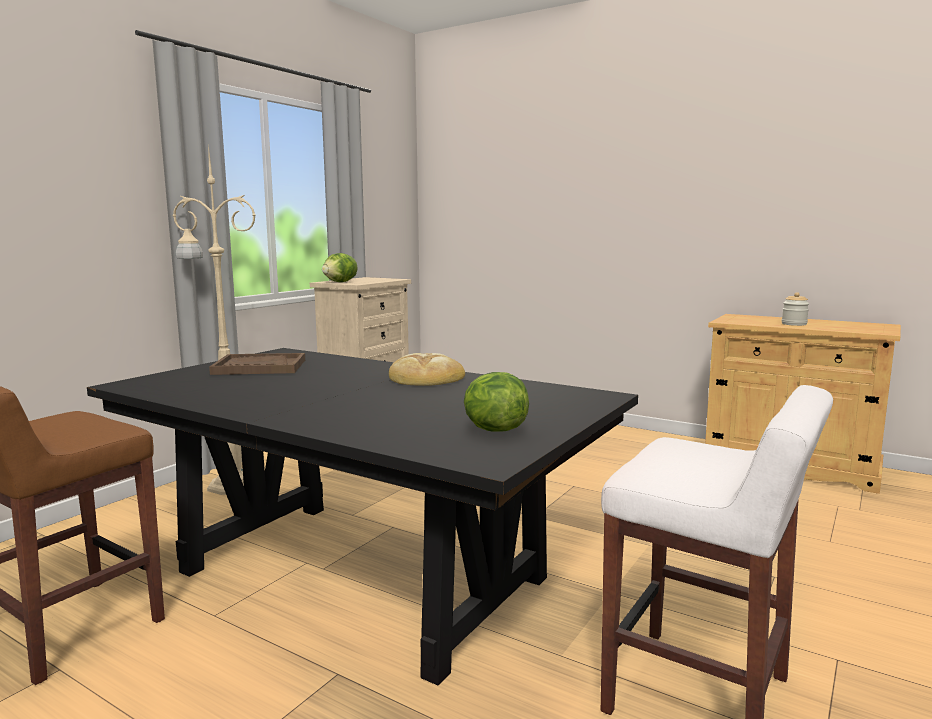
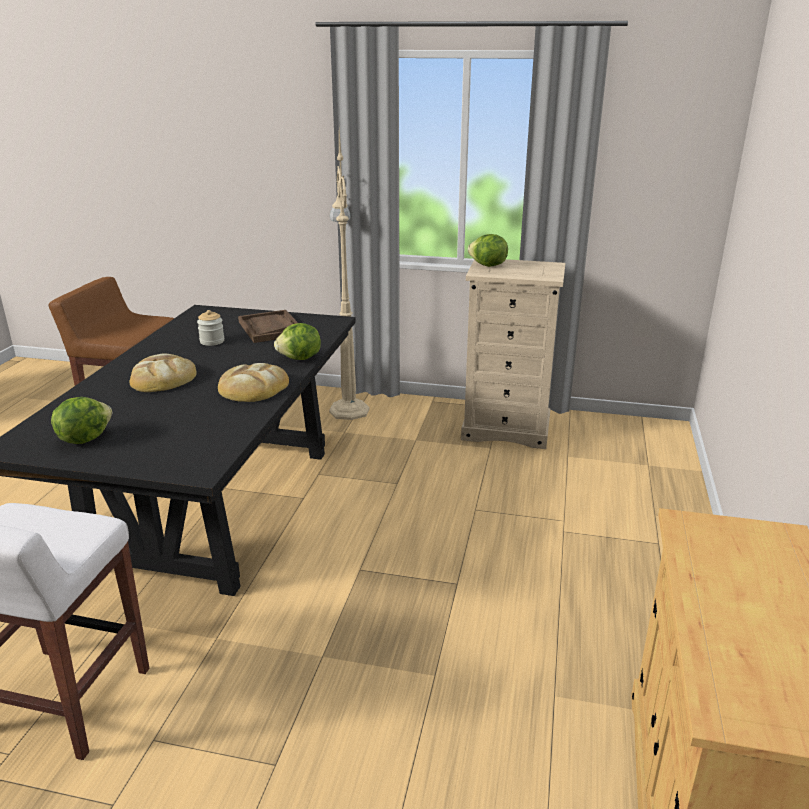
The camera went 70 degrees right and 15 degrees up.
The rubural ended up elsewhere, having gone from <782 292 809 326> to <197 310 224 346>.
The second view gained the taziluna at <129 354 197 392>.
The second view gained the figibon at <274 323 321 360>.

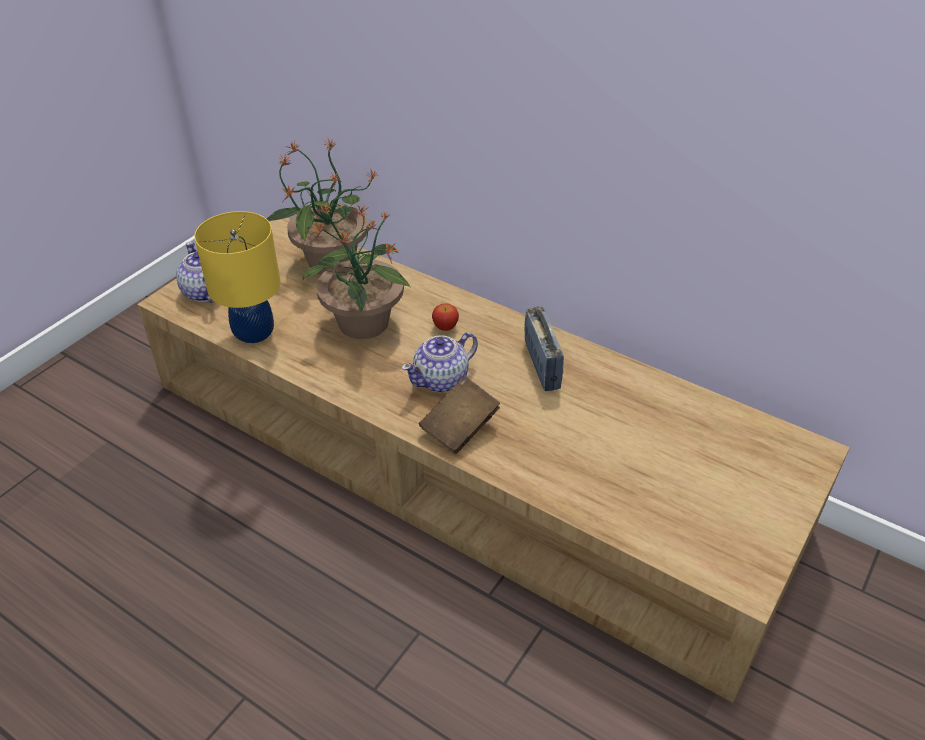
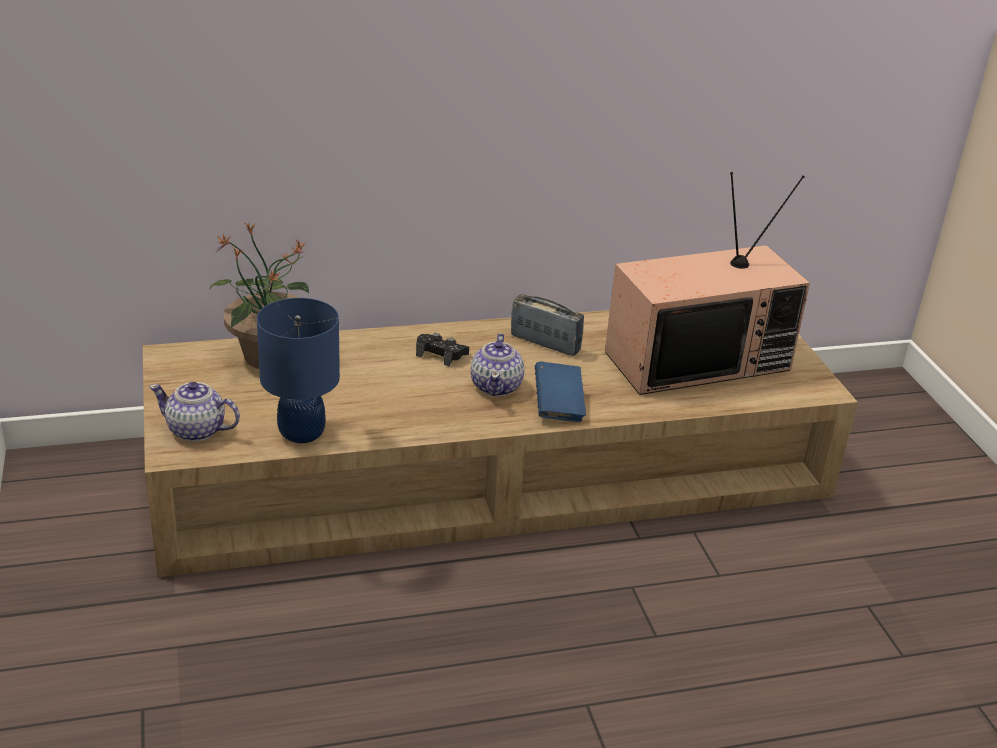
The camera went 50 degrees left and 10 degrees down.
What was the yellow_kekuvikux at <194 211 281 343> turned into the blue_kekuvikux at <257 298 340 444>.
The second view lost the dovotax at <302 201 410 339>.
What was the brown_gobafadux at <419 376 500 454> turned into the blue_gobafadux at <535 362 586 422>.
Where the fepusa stood at <432 303 459 331>, the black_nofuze came to stand at <416 333 469 367>.
The second view gained the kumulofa at <605 172 810 395>.

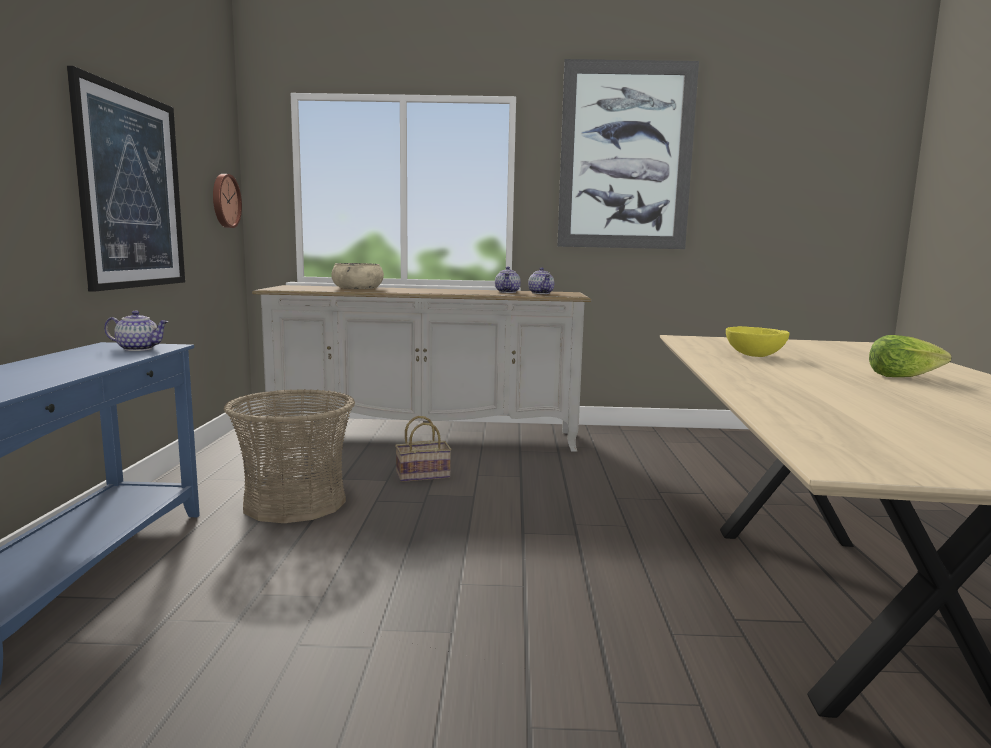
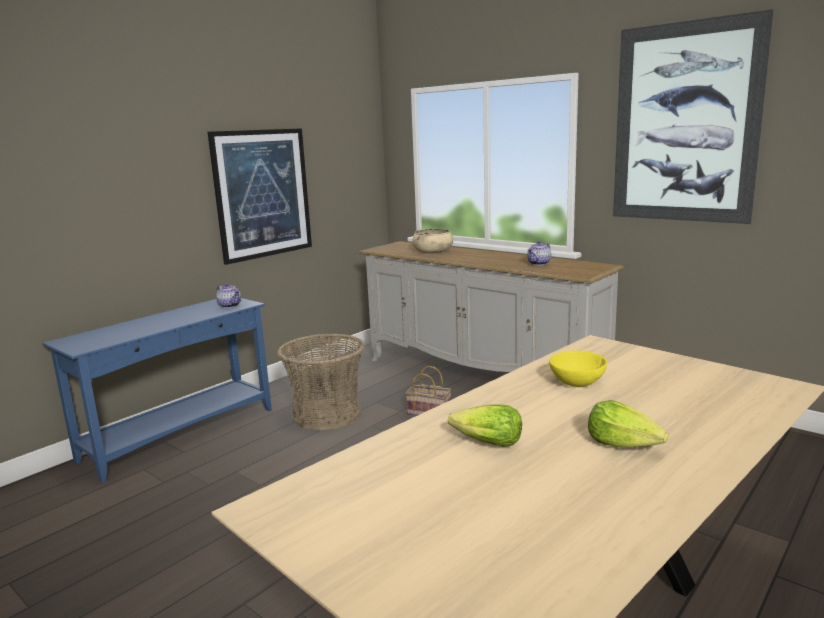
The camera went 40 degrees right and 5 degrees up.
The second view lost the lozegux at <213 174 242 228>.
The second view lost the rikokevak at <528 267 554 294>.
The second view gained the figibon at <448 404 522 447>.

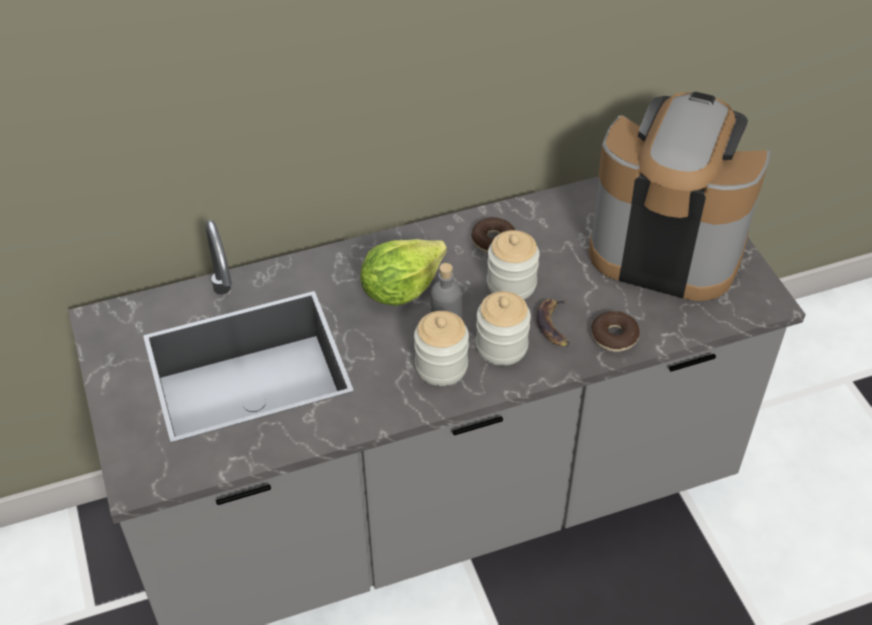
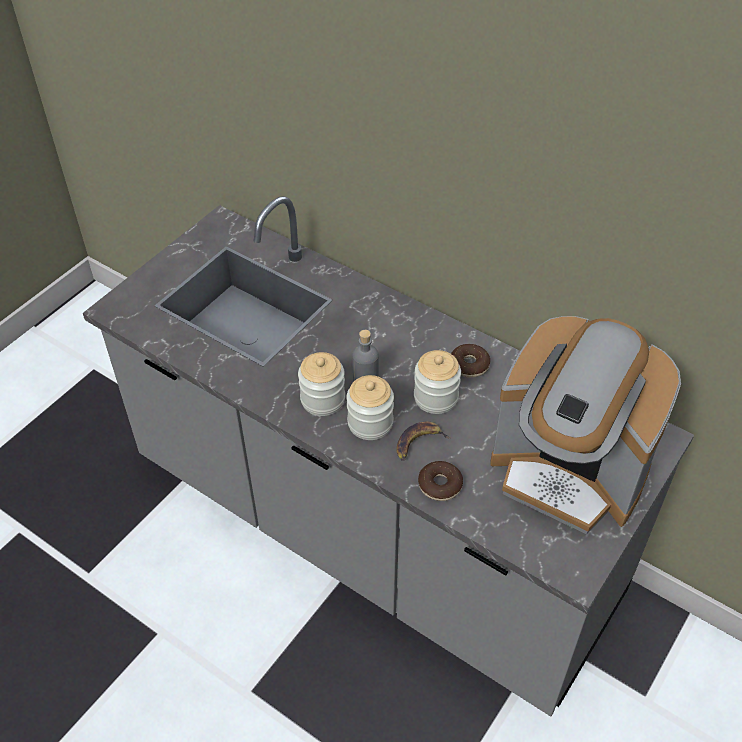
The camera went 55 degrees right and 0 degrees up.
The second view lost the figibon at <360 239 447 306>.
The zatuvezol at <589 92 770 301> ended up facing another way, 135 degrees clockwise from before.

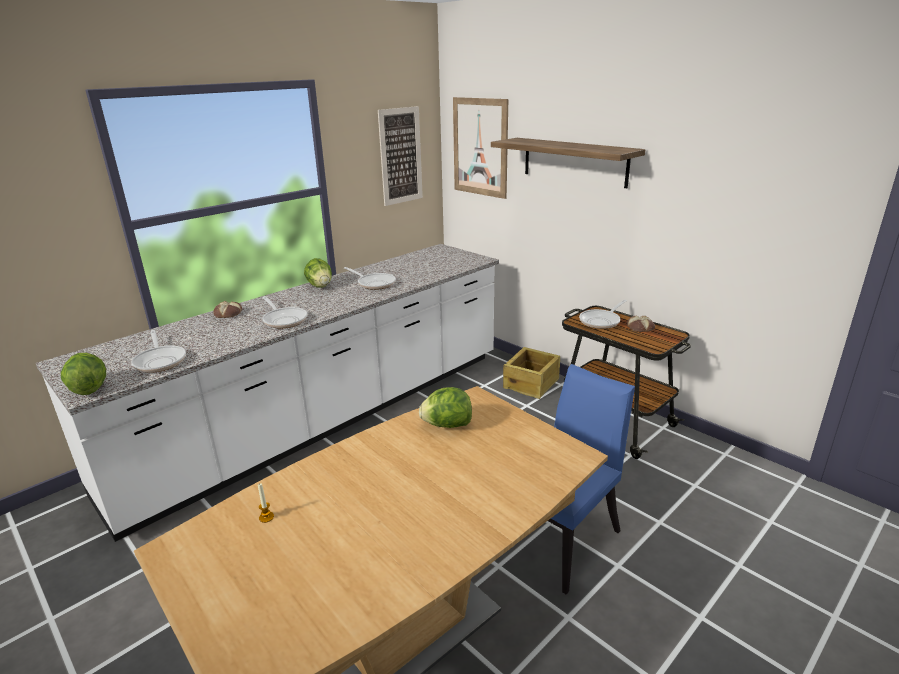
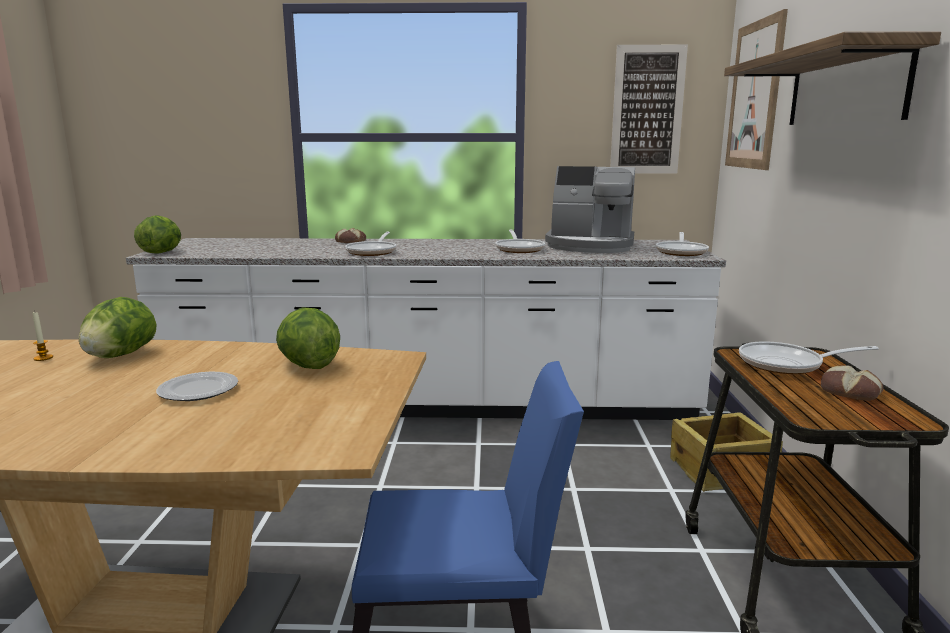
The camera went 45 degrees right and 10 degrees down.
The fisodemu ended up elsewhere, having gone from <131 330 186 373> to <656 232 709 256>.
The figibon ended up elsewhere, having gone from <304 258 332 288> to <79 297 156 358>.
The second view gained the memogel at <156 372 238 401>.
The second view gained the zatuvezol at <545 166 635 253>.

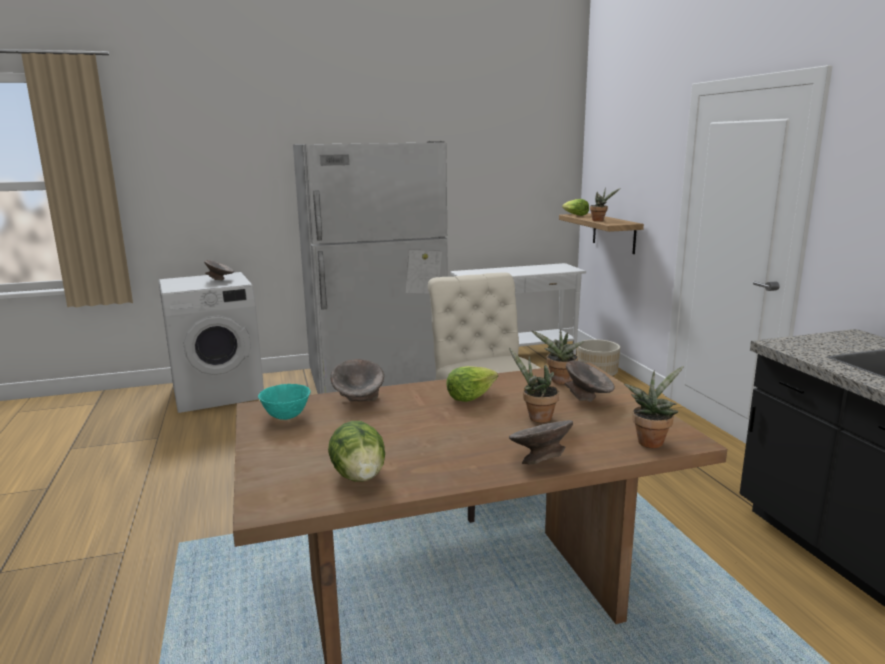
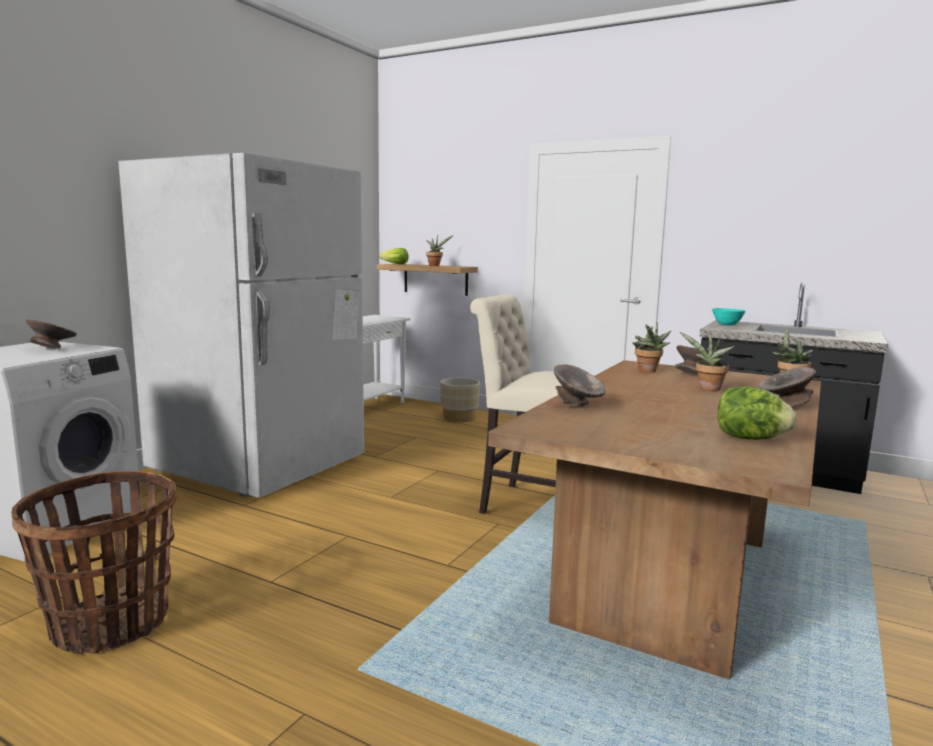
The camera went 45 degrees left and 5 degrees down.
The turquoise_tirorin ended up elsewhere, having gone from <258 384 310 420> to <712 308 745 325>.
The second view lost the figibon at <446 366 498 402>.
The second view gained the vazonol at <11 471 176 654>.

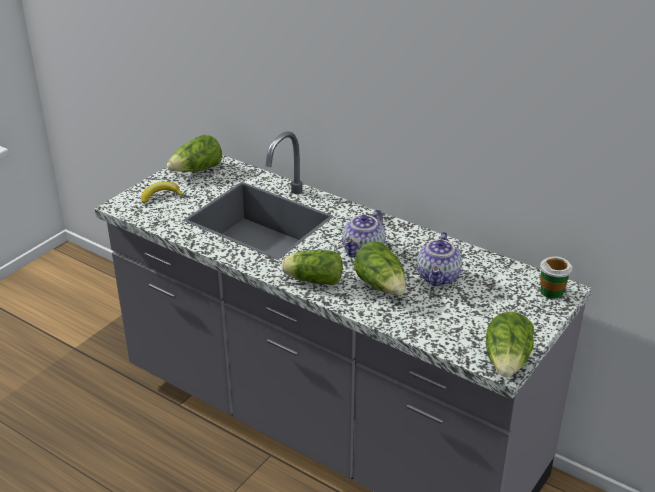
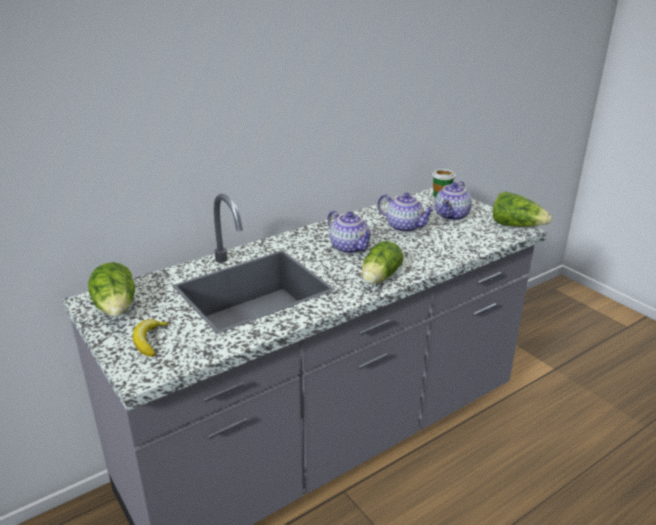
The camera went 70 degrees left and 5 degrees down.
The second view lost the figibon at <354 242 406 295>.
The second view gained the rikokevak at <435 181 472 221>.

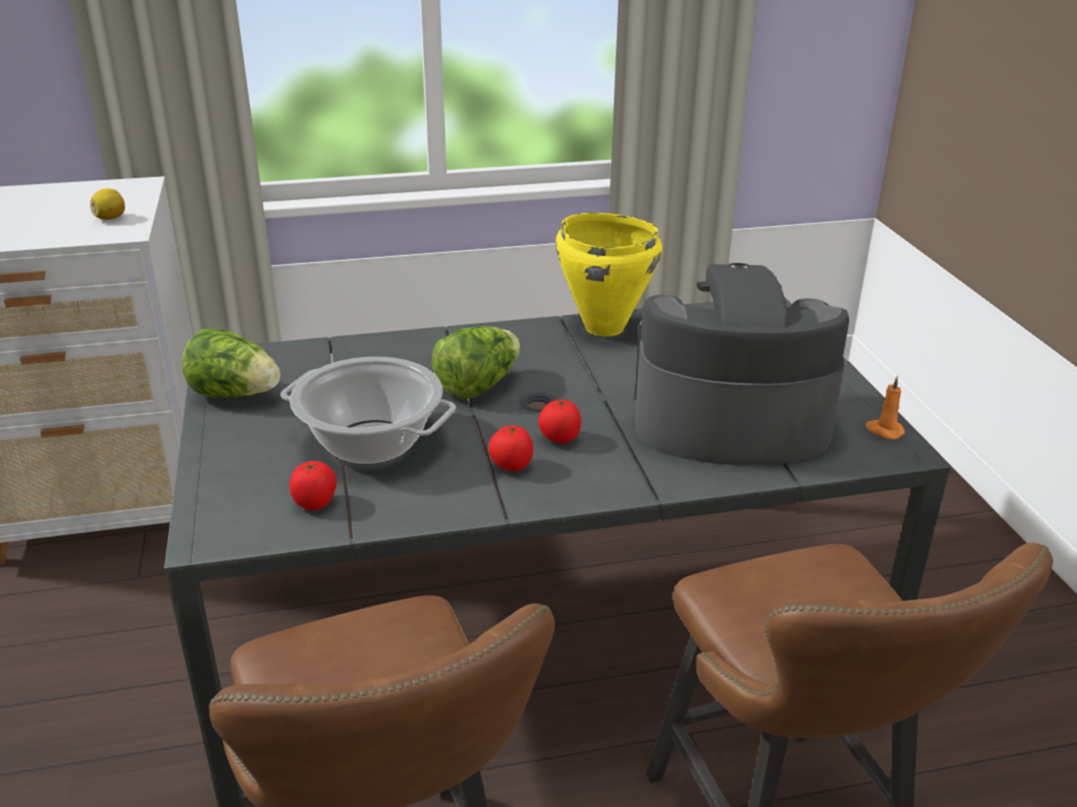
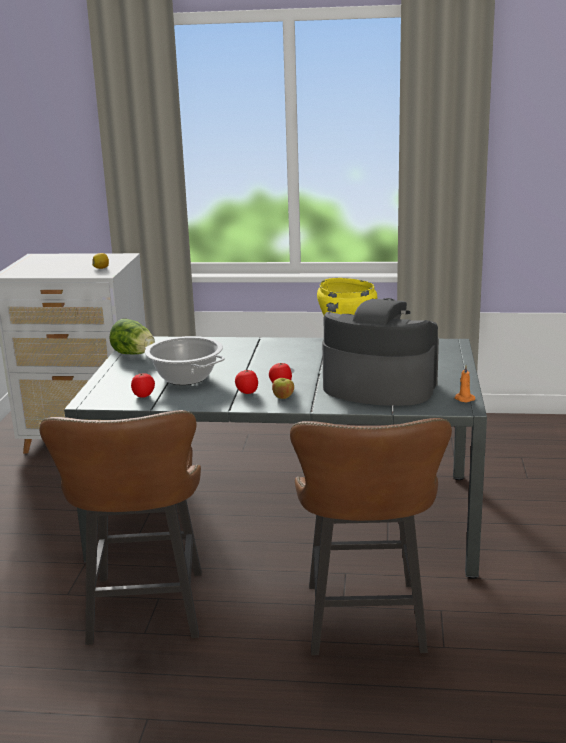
The camera went 20 degrees right and 10 degrees down.
The second view lost the figibon at <431 326 520 399>.
The second view gained the fepusa at <272 378 294 399>.

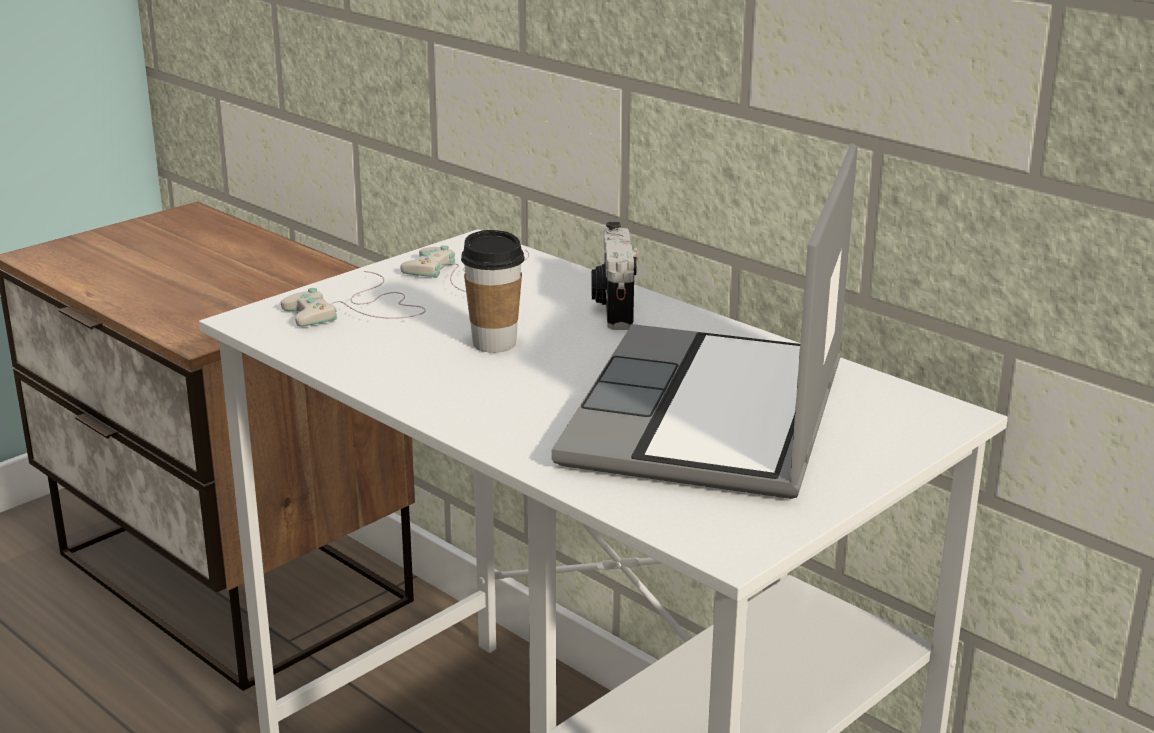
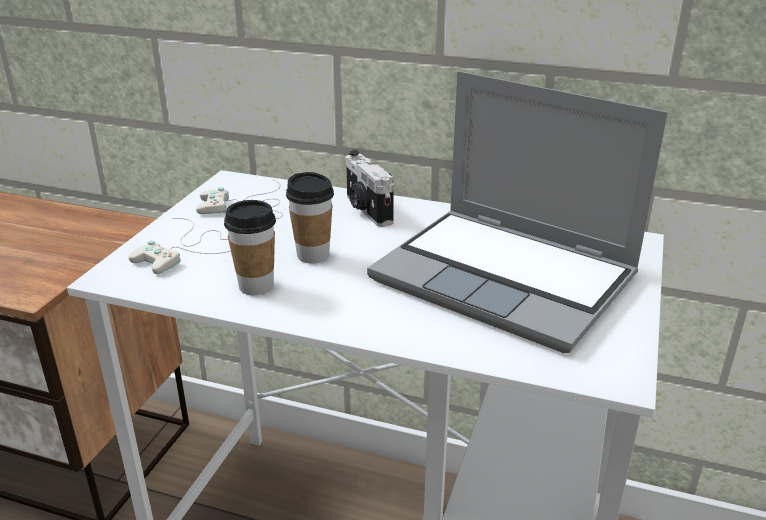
The camera went 25 degrees left and 5 degrees up.
The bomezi at <552 144 858 499> ended up facing another way, 45 degrees counterclockwise from before.
The second view gained the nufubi at <224 200 276 295>.

